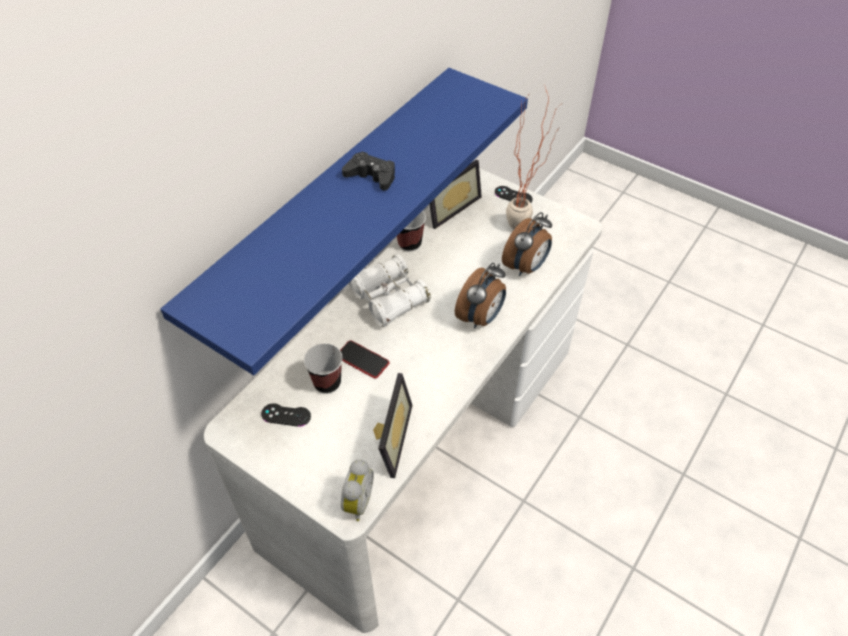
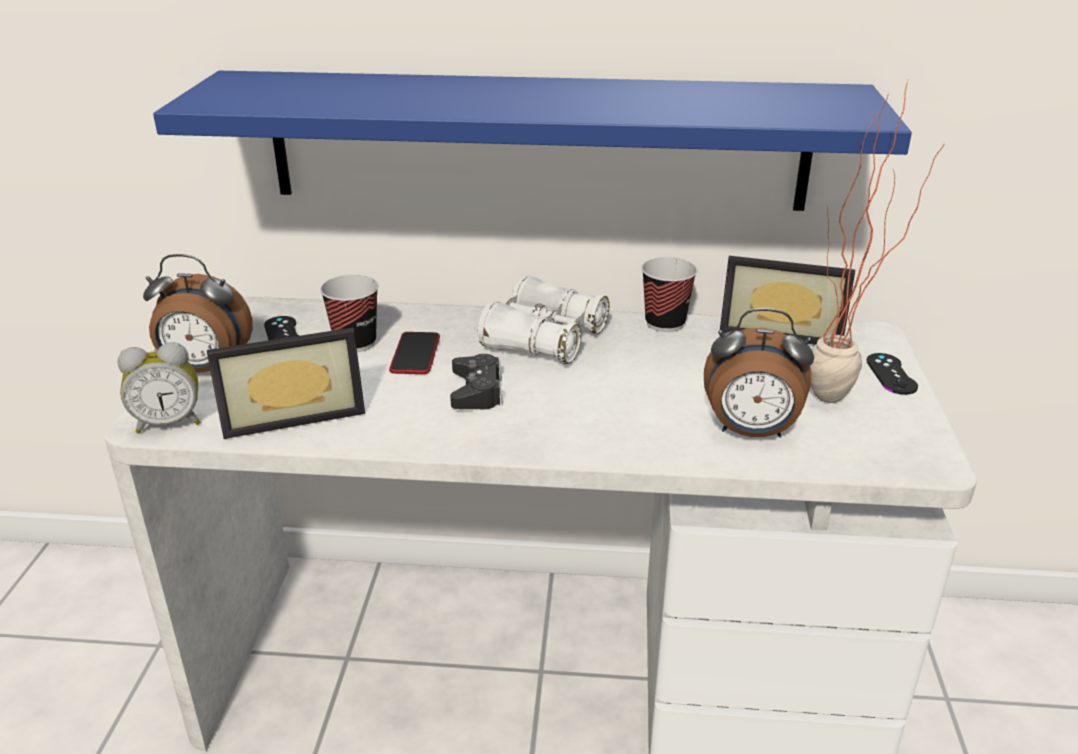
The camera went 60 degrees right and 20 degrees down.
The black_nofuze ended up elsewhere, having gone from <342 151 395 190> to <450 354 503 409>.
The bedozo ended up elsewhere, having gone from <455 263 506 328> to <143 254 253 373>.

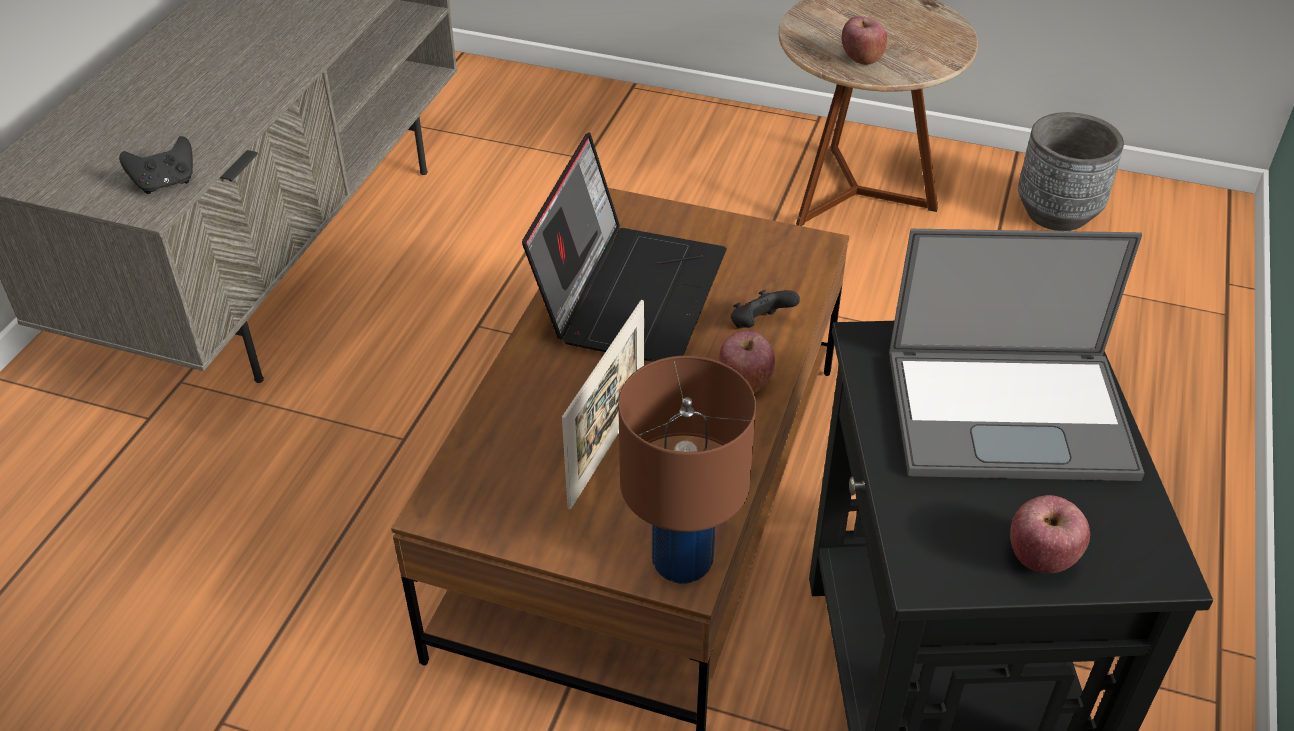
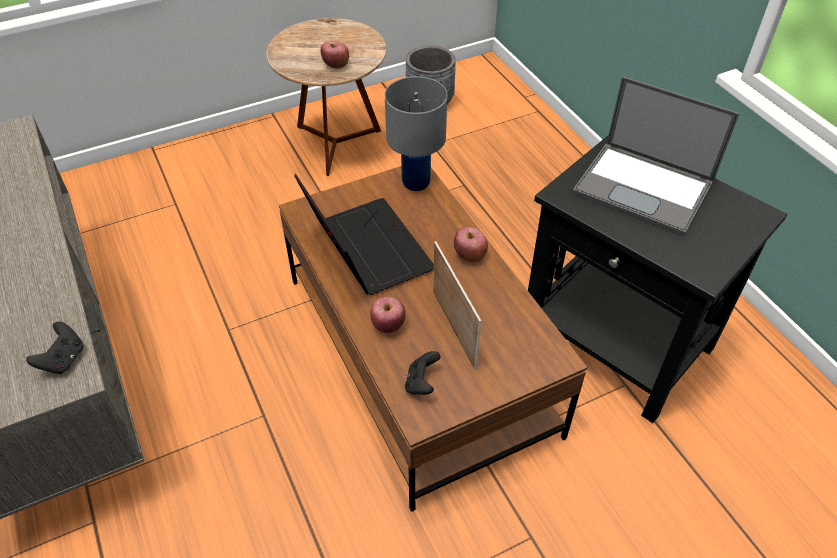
The camera went 45 degrees left and 5 degrees up.
The second view lost the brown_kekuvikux at <618 356 756 584>.
The black_nofuze ended up elsewhere, having gone from <731 290 800 328> to <405 351 441 395>.
The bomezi at <889 229 1144 481> ended up facing another way, 75 degrees clockwise from before.
The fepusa ended up elsewhere, having gone from <1010 495 1090 573> to <370 297 406 333>.
The second view gained the grey_kekuvikux at <385 76 447 191>.

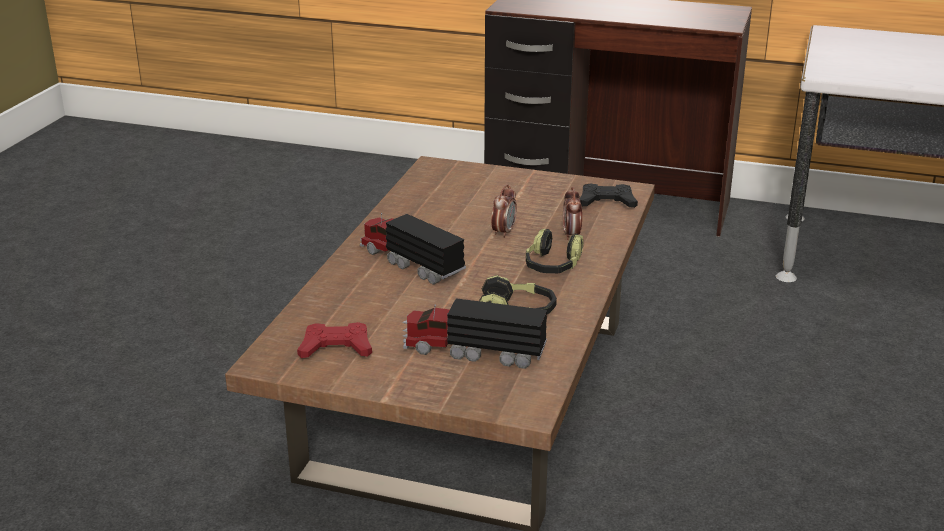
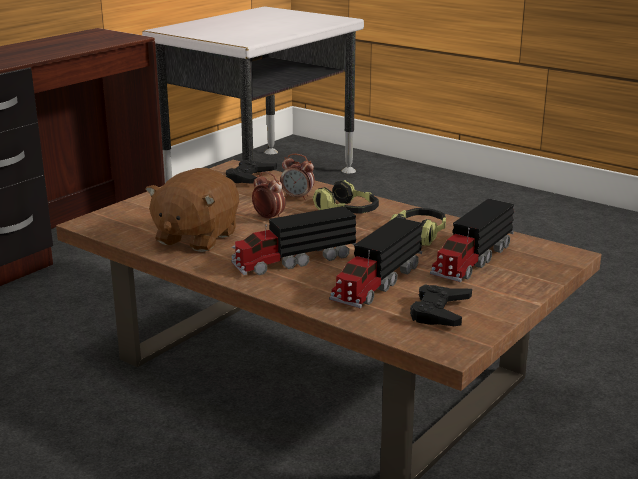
The camera went 70 degrees left and 5 degrees down.
What was the red_nofuze at <297 322 372 358> turned into the black_nofuze at <410 284 472 326>.
The second view gained the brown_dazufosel at <145 168 239 252>.
The second view gained the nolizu at <329 217 422 308>.

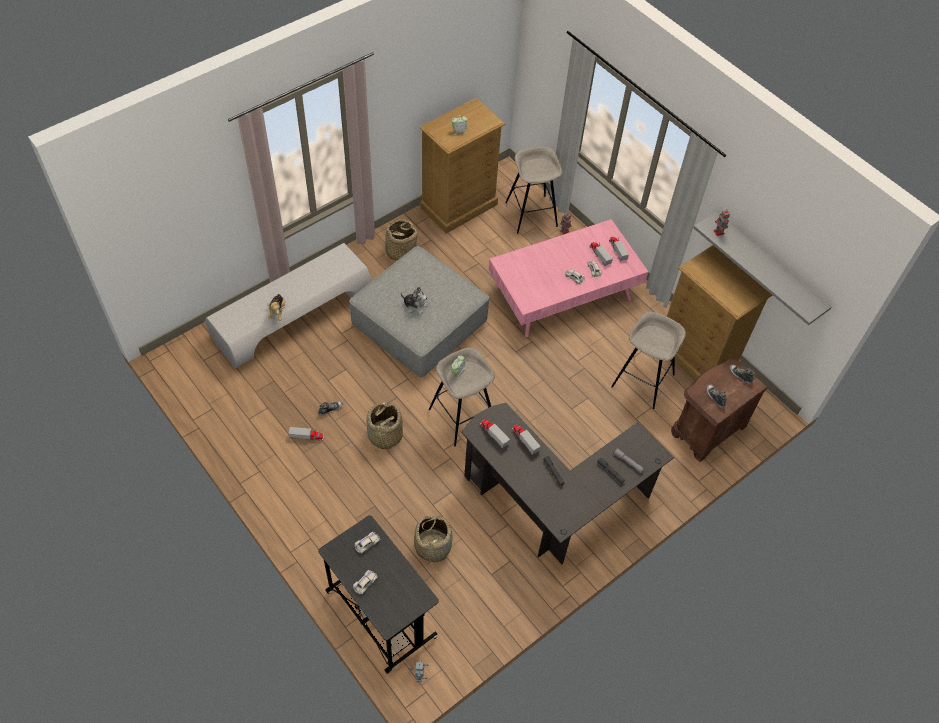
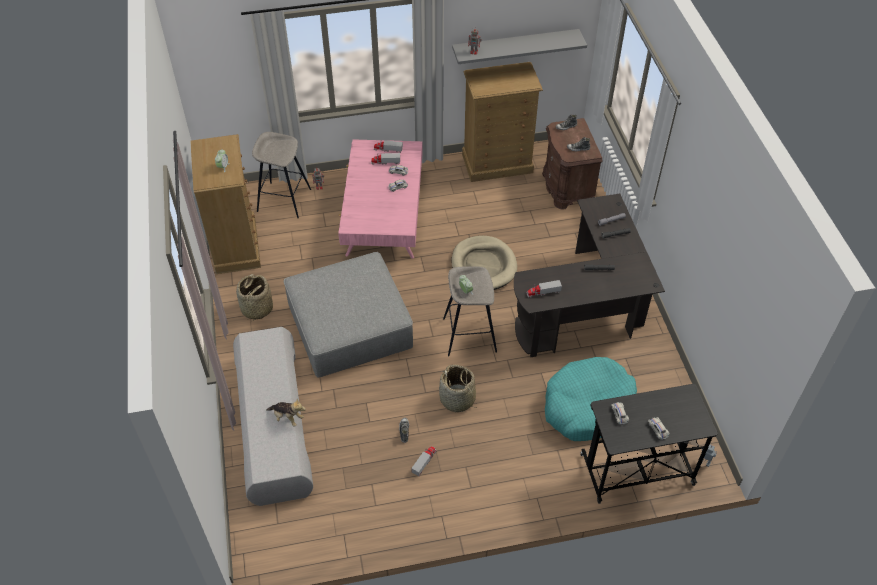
The camera went 60 degrees left and 5 degrees down.
The second view lost the dazufosel at <401 287 428 314>.
Where the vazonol stood at <414 515 453 565>, the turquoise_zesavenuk came to stand at <545 357 637 441>.
The second view lost the nolizu at <512 425 541 455>.
The second view lost the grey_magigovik at <611 312 686 409>.
The second view gained the beige_zesavenuk at <451 236 517 290>.

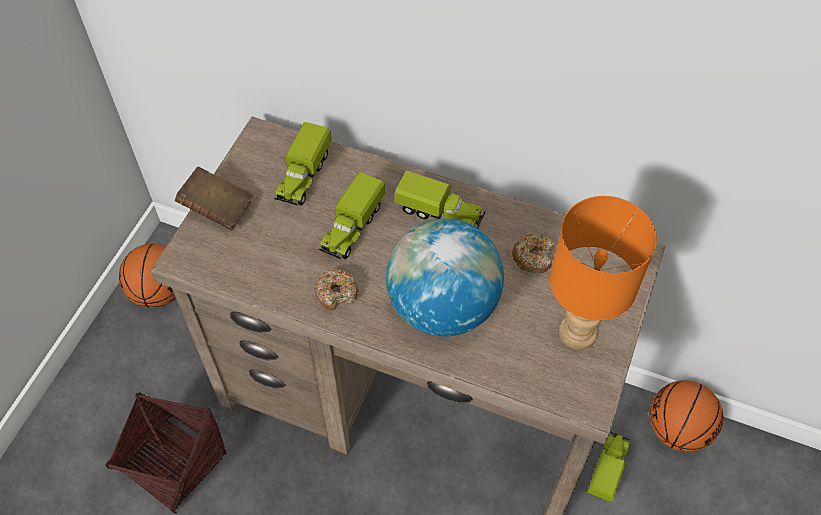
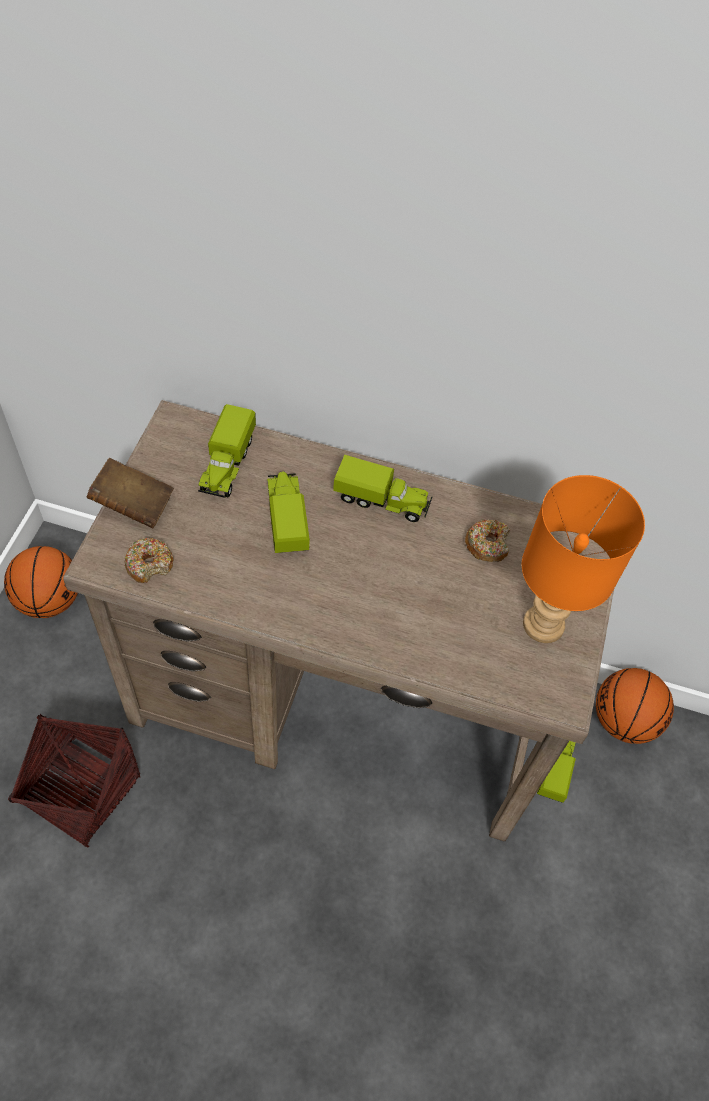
The camera went 10 degrees left and 0 degrees up.
The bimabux ended up elsewhere, having gone from <315 269 359 310> to <124 538 174 583>.
The nolizu at <318 172 385 260> ended up facing another way, 150 degrees clockwise from before.
The second view lost the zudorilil at <386 218 504 336>.

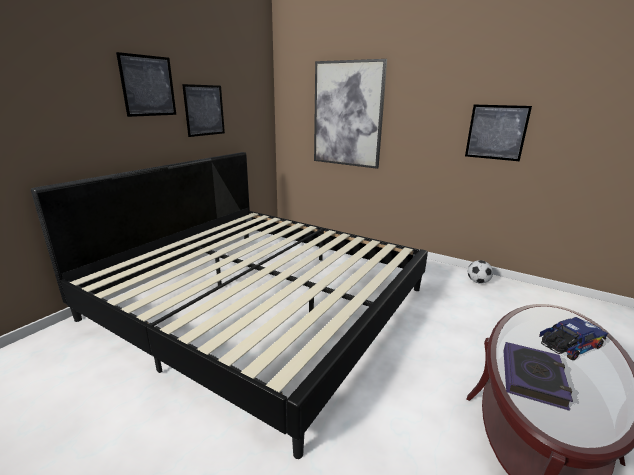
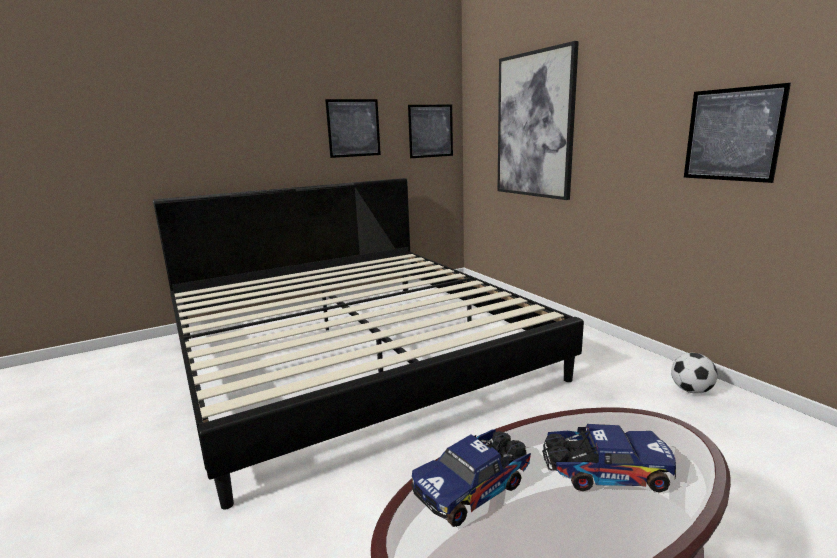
The camera went 30 degrees right and 5 degrees down.
The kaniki ended up elsewhere, having gone from <116 52 176 117> to <408 105 453 158>.
Where the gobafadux stood at <503 342 573 410>, the nolizu came to stand at <411 429 531 527>.

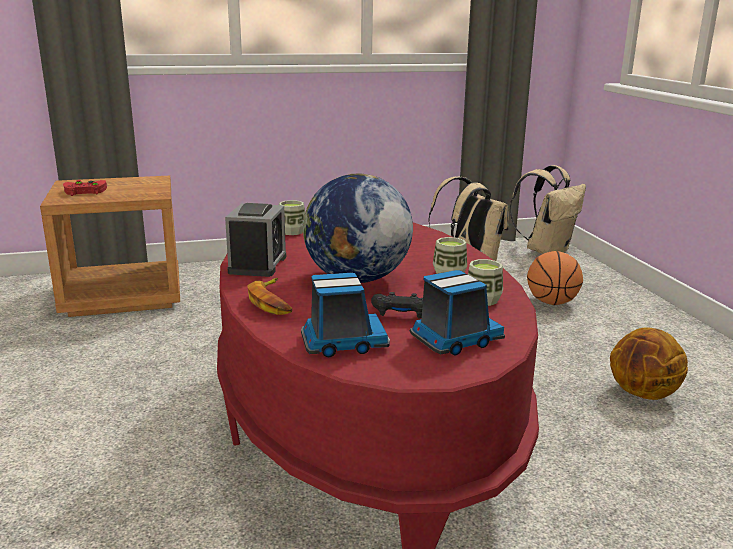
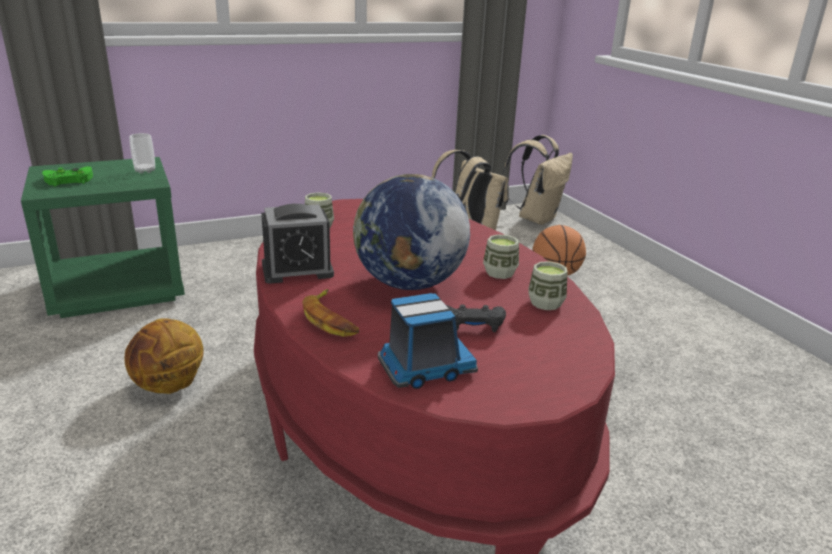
The camera went 10 degrees left and 5 degrees up.
What was the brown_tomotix at <40 176 180 317> turned into the green_tomotix at <21 157 185 318>.
What was the red_nofuze at <63 180 107 196> turned into the green_nofuze at <42 166 93 187>.
The bedozo at <225 203 286 277> ended up facing another way, 75 degrees clockwise from before.
The second view lost the nolizu at <409 270 505 355>.
The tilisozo ended up elsewhere, having gone from <610 327 688 400> to <125 318 204 394>.
The second view gained the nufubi at <129 133 155 173>.

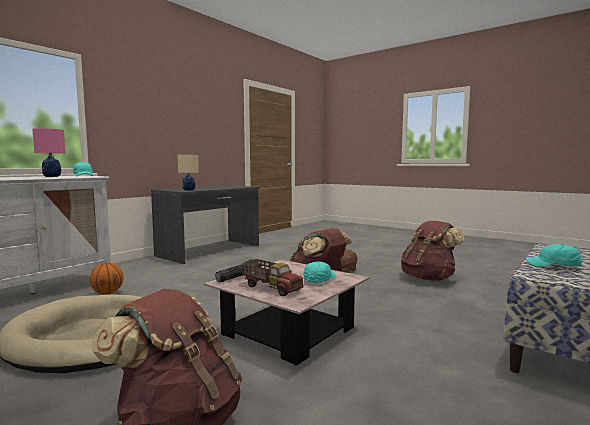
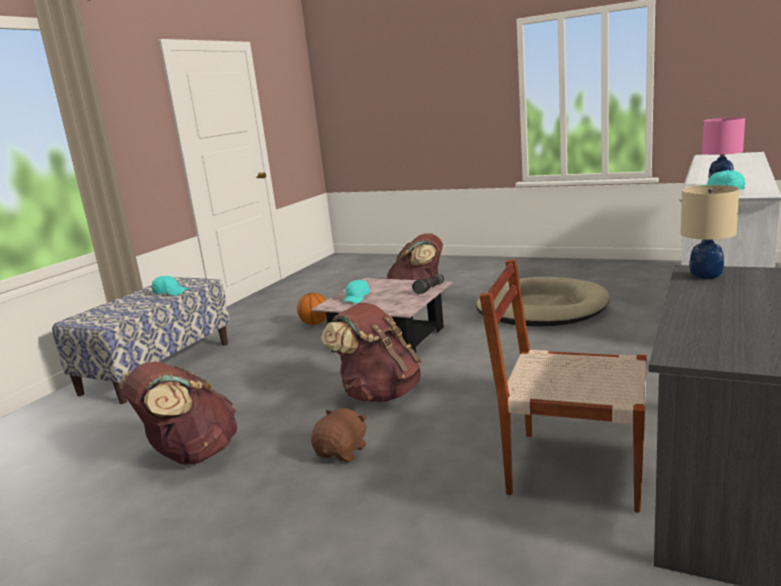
The camera went 170 degrees right and 10 degrees up.
The tilisozo ended up elsewhere, having gone from <90 263 124 294> to <297 292 326 325>.
The second view lost the nolizu at <243 259 304 296>.
The second view gained the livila at <480 259 647 513>.

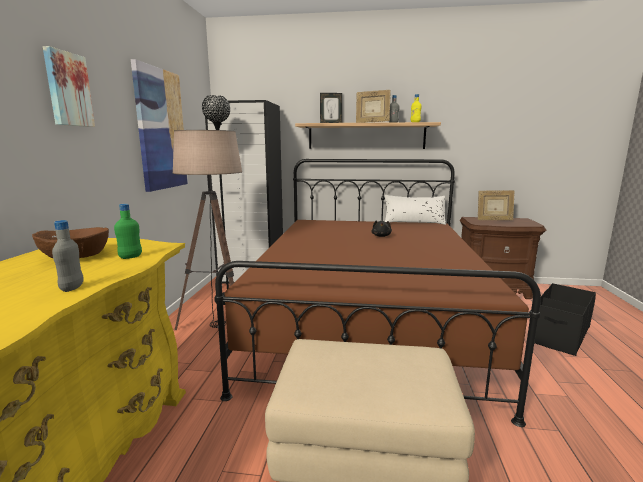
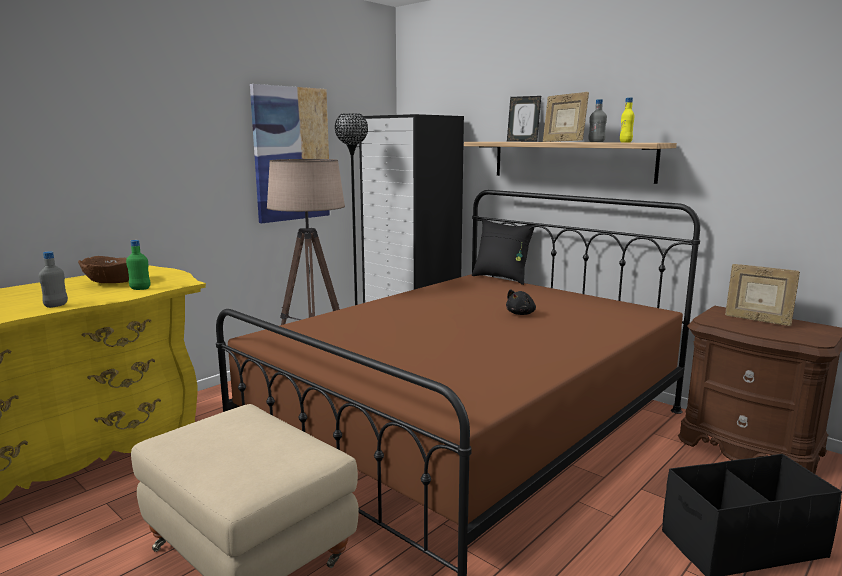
The camera went 35 degrees right and 0 degrees up.
The second view lost the kaniki at <43 46 95 127>.
The second view lost the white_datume at <385 195 446 225>.
The second view gained the black_datume at <472 219 534 285>.

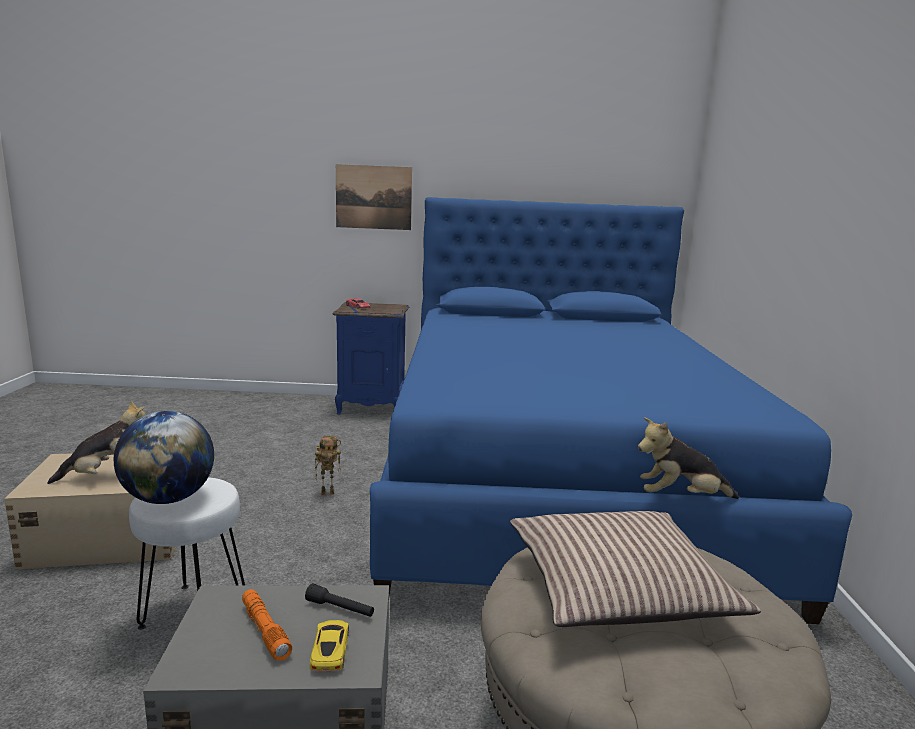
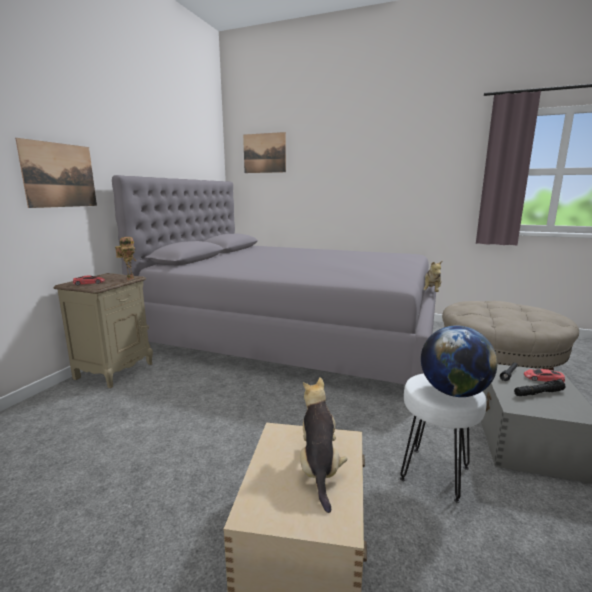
The camera went 70 degrees left and 0 degrees up.
What was the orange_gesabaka at <242 589 292 661> turned into the black_gesabaka at <514 380 565 396>.
What was the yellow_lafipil at <310 620 349 671> turned into the red_lafipil at <524 369 565 382>.
The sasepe ended up elsewhere, having gone from <315 436 341 495> to <115 237 136 280>.
What was the blue_tomotix at <332 302 409 415> turned into the beige_tomotix at <53 273 153 388>.
What was the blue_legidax at <370 197 852 624> turned into the grey_legidax at <112 175 436 384>.
The second view lost the datume at <510 511 761 627>.
The second view gained the kaniki at <243 132 286 173>.

